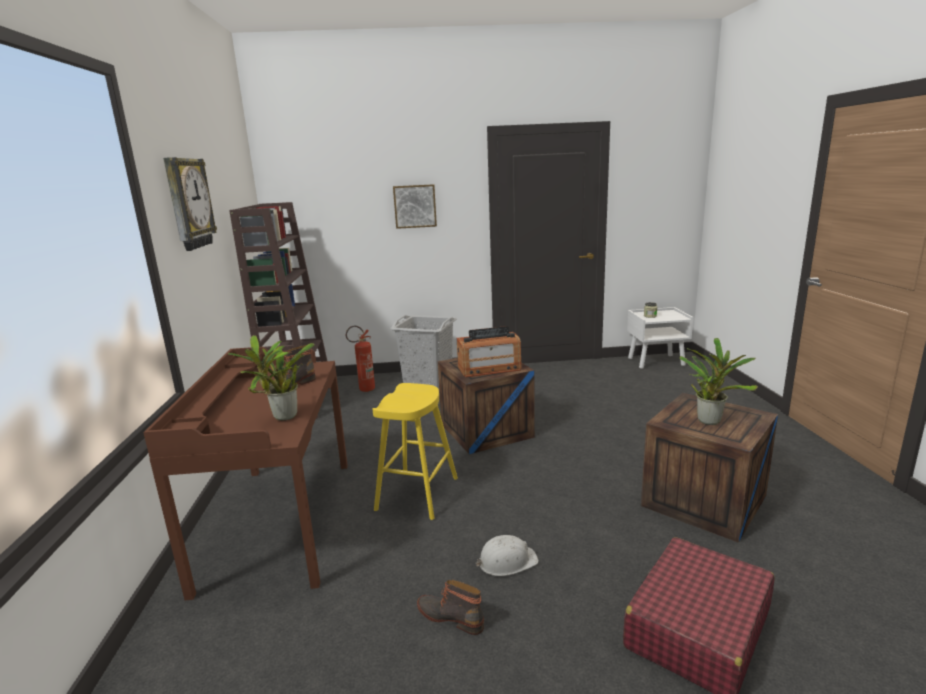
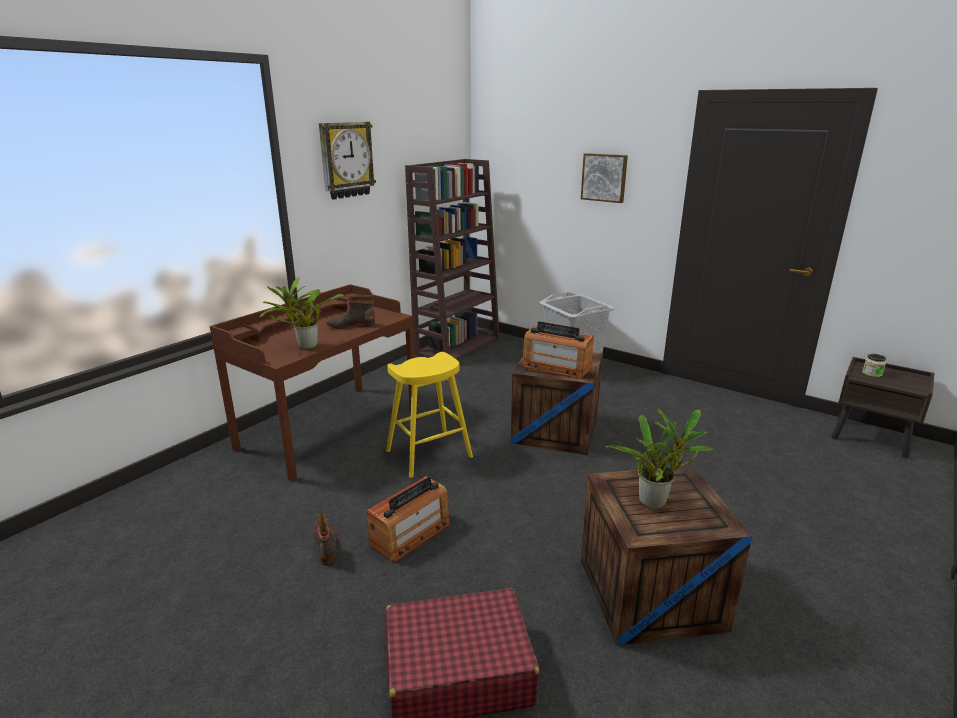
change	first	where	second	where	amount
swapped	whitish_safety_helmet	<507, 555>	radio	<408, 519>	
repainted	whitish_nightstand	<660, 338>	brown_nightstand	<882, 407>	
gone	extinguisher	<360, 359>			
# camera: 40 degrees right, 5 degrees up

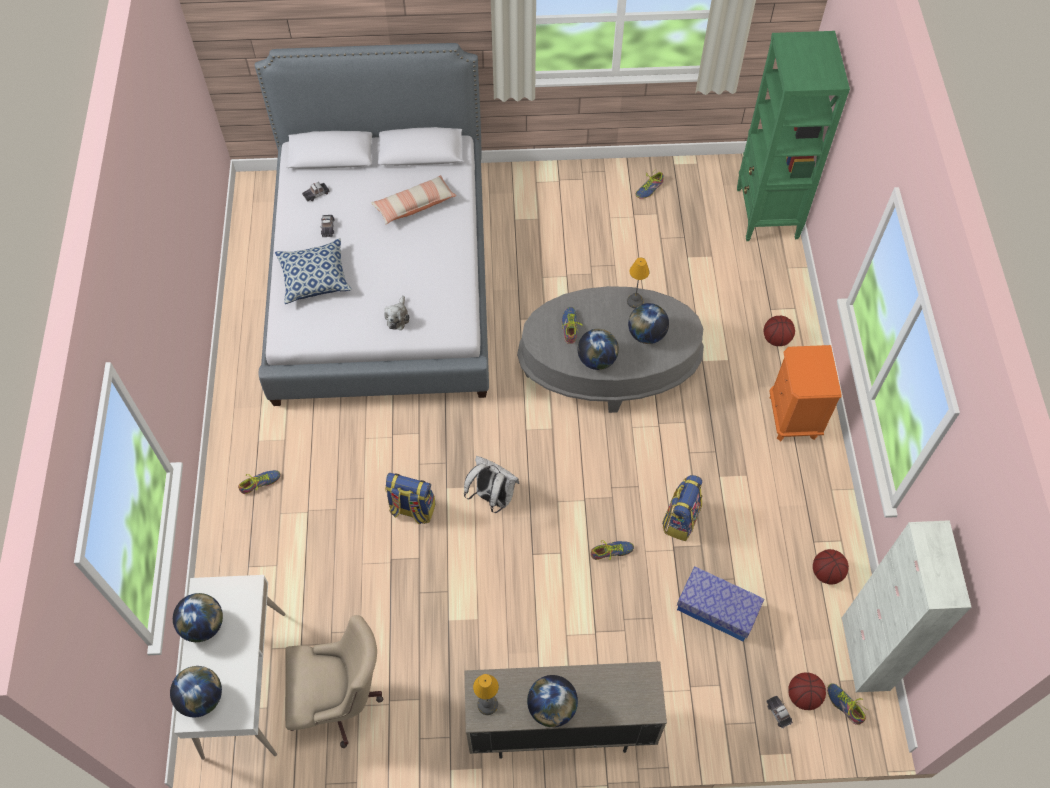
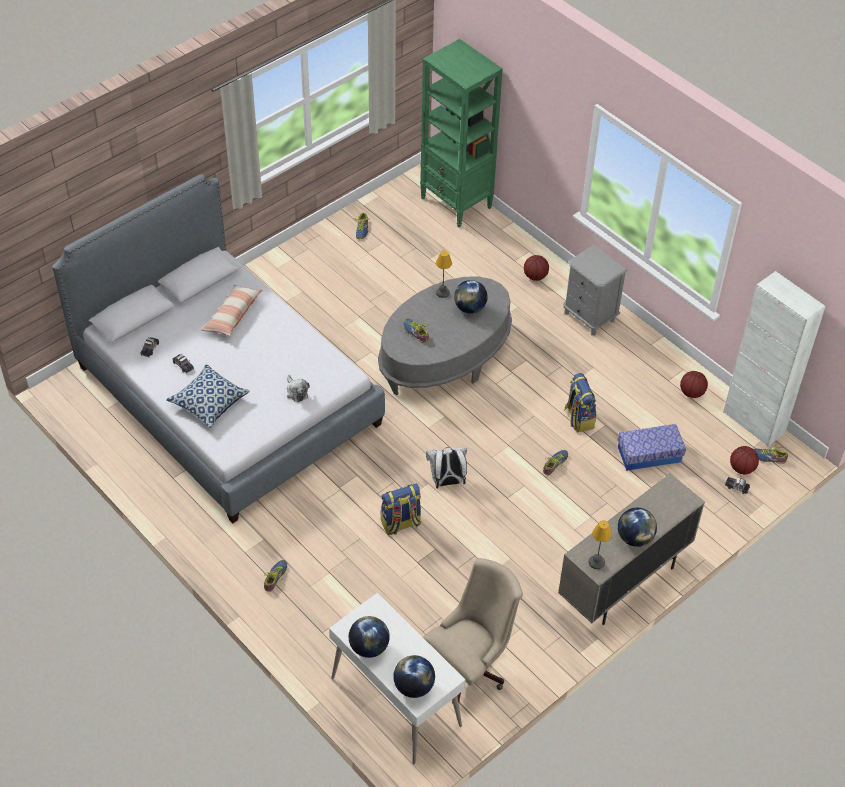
change	first	where	second	where	amount
repainted	orange_nightstand	<806, 393>	greyish_nightstand	<595, 290>	
gone	desk_globe	<598, 349>			
# camera: 40 degrees left, 10 degrees down

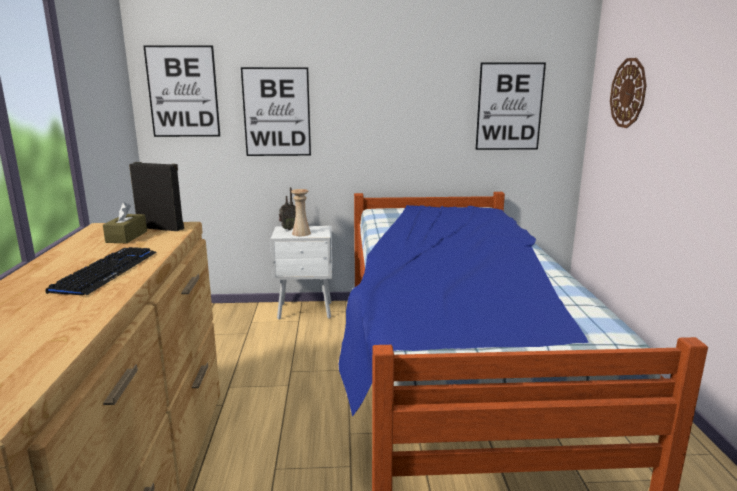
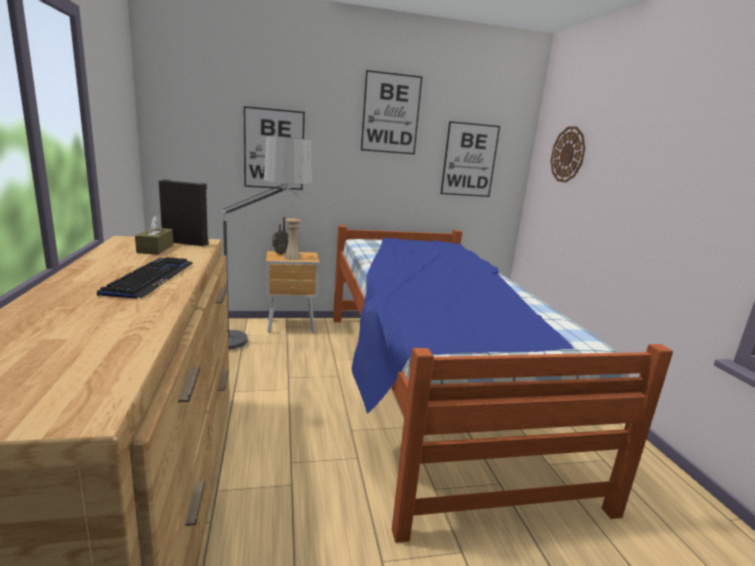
change	first	where	second	where	amount
new			floor_lamp	<266, 243>	
repainted	whitish_nightstand	<301, 273>	brown_nightstand	<293, 292>	
shifted	wall_picture	<181, 91>		<391, 112>	
# camera: 10 degrees left, 0 degrees up

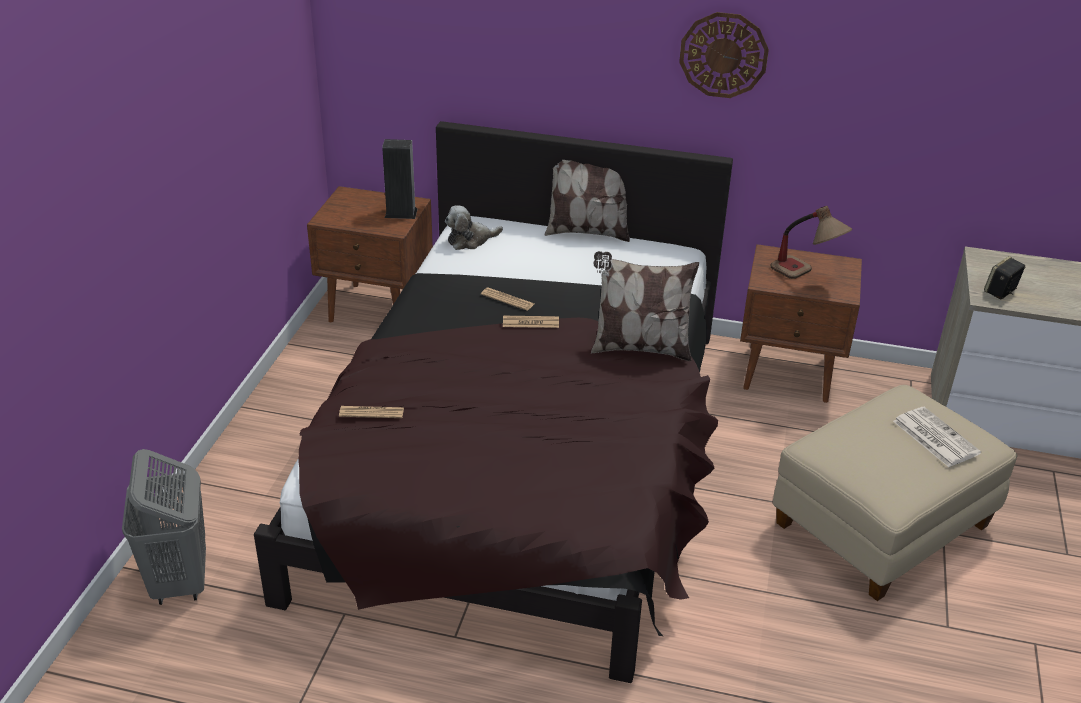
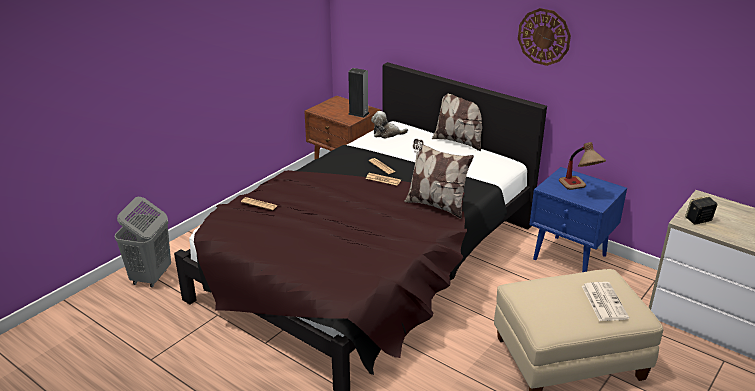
change	first	where	second	where	amount
repainted	brown_nightstand	<801, 323>	blue_nightstand	<578, 219>	
# camera: 25 degrees right, 5 degrees down

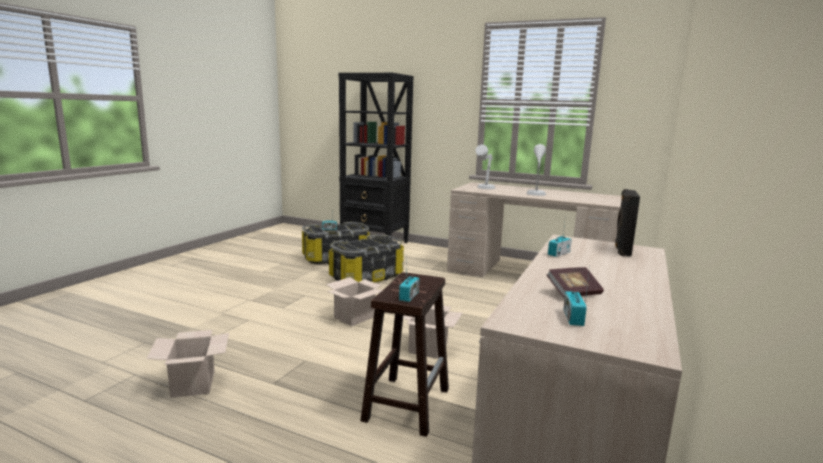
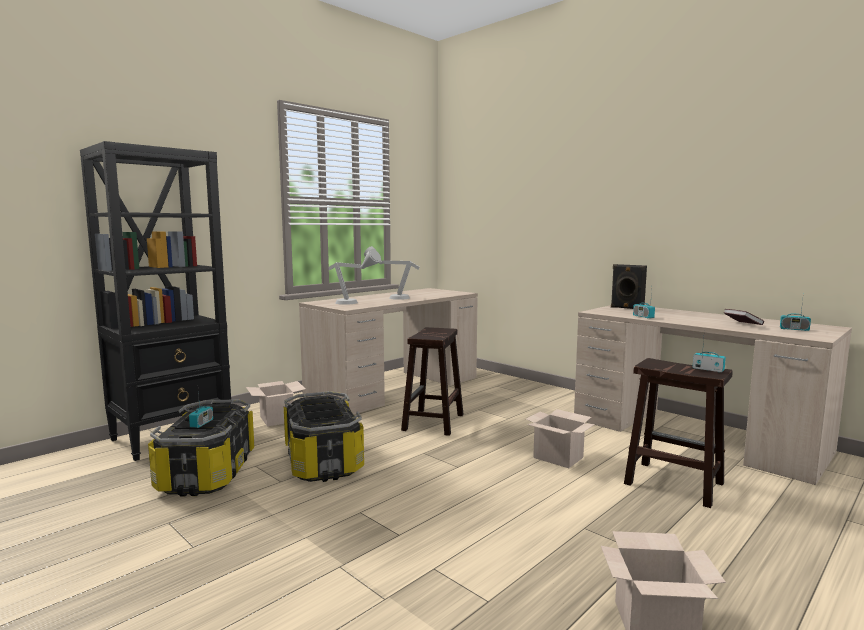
change	first	where	second	where	amount
shifted	packing_box	<354, 301>		<276, 403>	
new			brown_sitting_stool	<432, 381>	
# camera: 70 degrees left, 5 degrees down

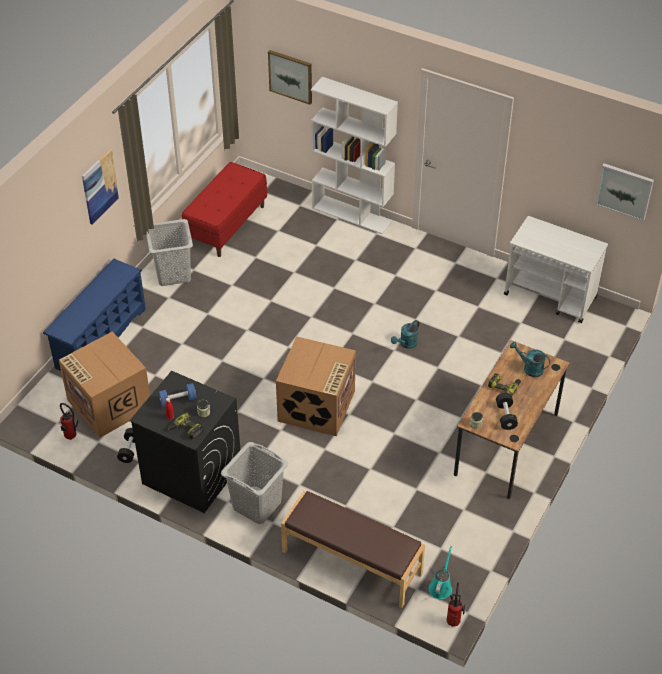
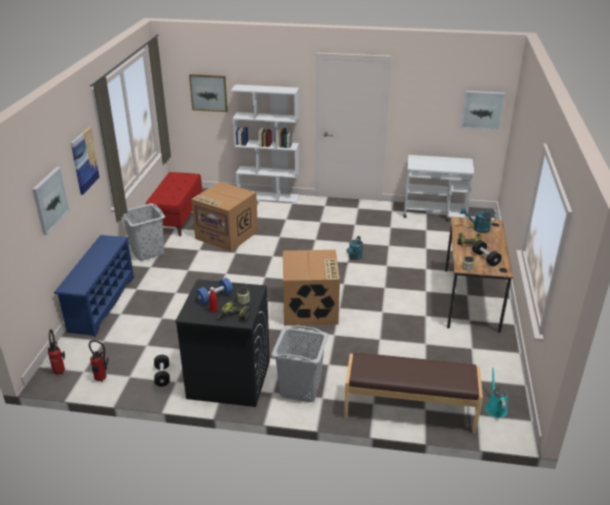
change	first	where	second	where	amount
new			wall_picture	<51, 201>	
shifted	extinguisher	<456, 605>		<56, 352>	
shifted	packing_box	<104, 385>		<224, 216>	
# camera: 20 degrees left, 15 degrees down

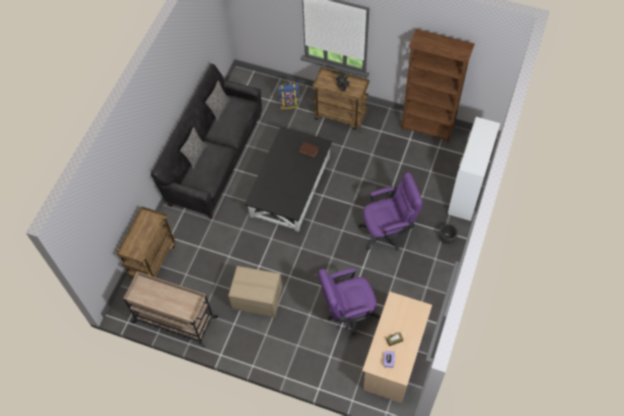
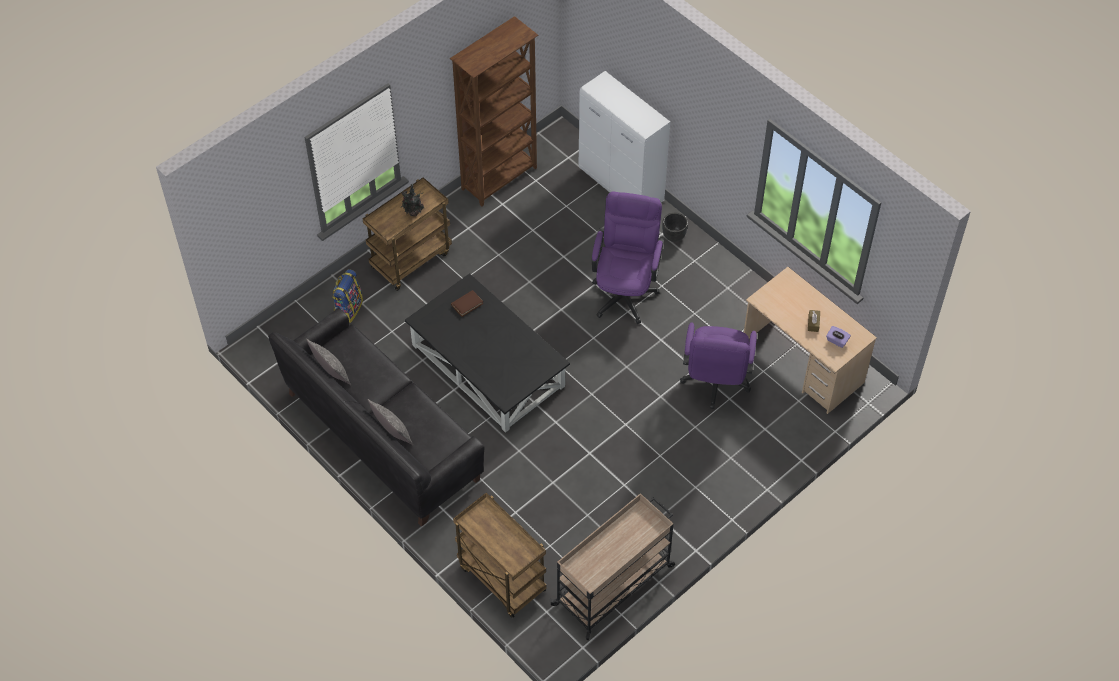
change	first	where	second	where	amount
gone	packing_box	<255, 291>			
# camera: 65 degrees left, 5 degrees down

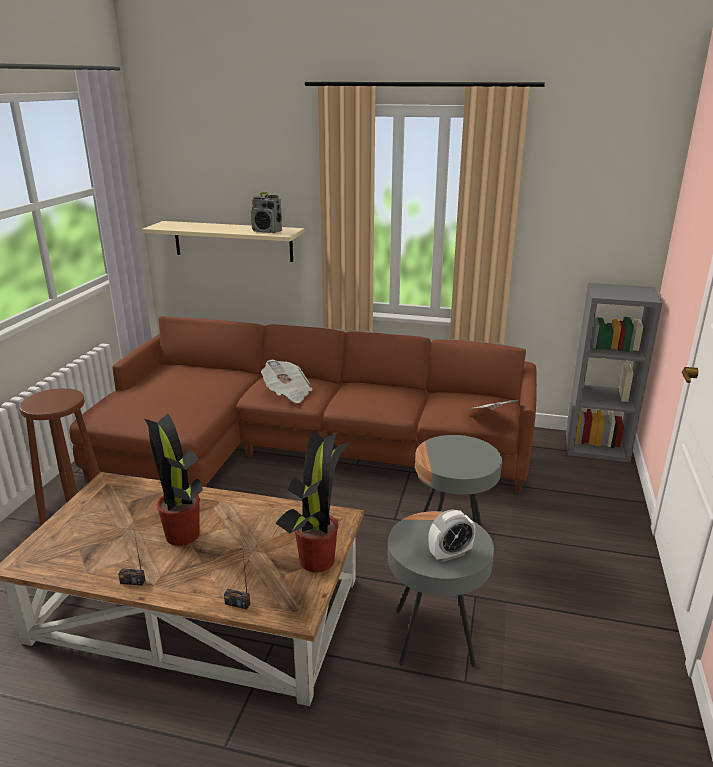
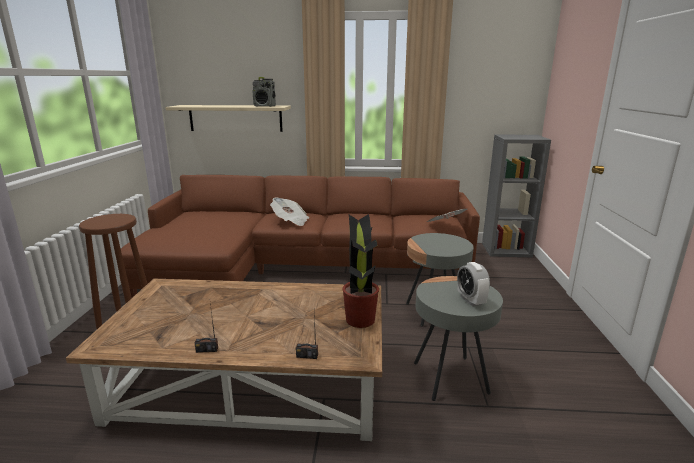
change	first	where	second	where	amount
rotated	bedside_clock	<452, 536>		<473, 284>	105 degrees clockwise
gone	plant_in_a_pot	<174, 479>			
# camera: 10 degrees left, 5 degrees down

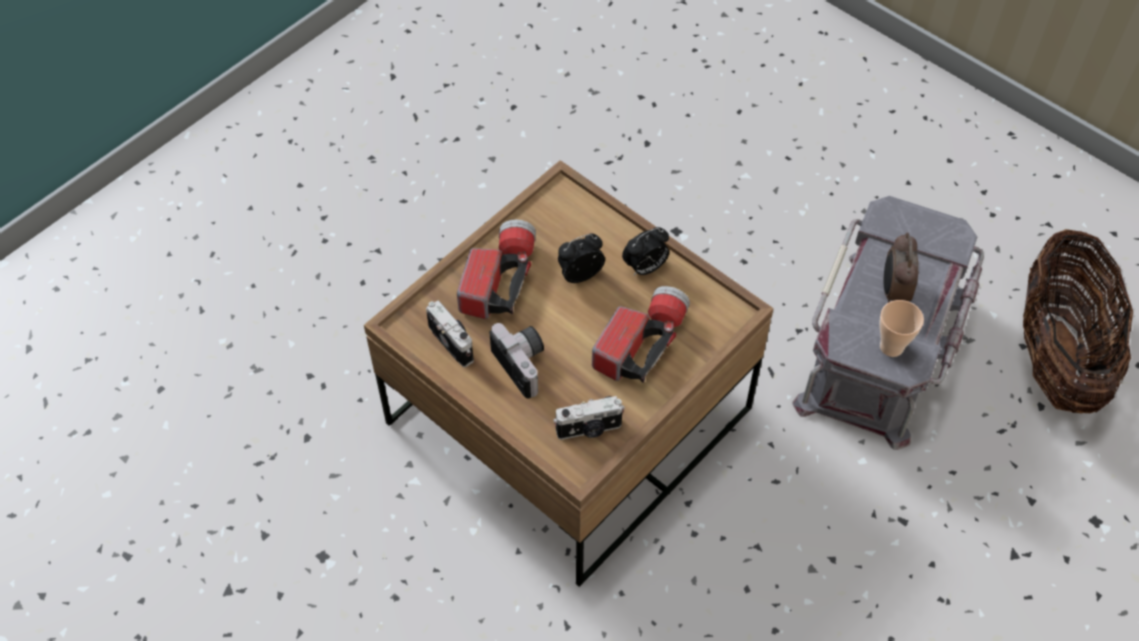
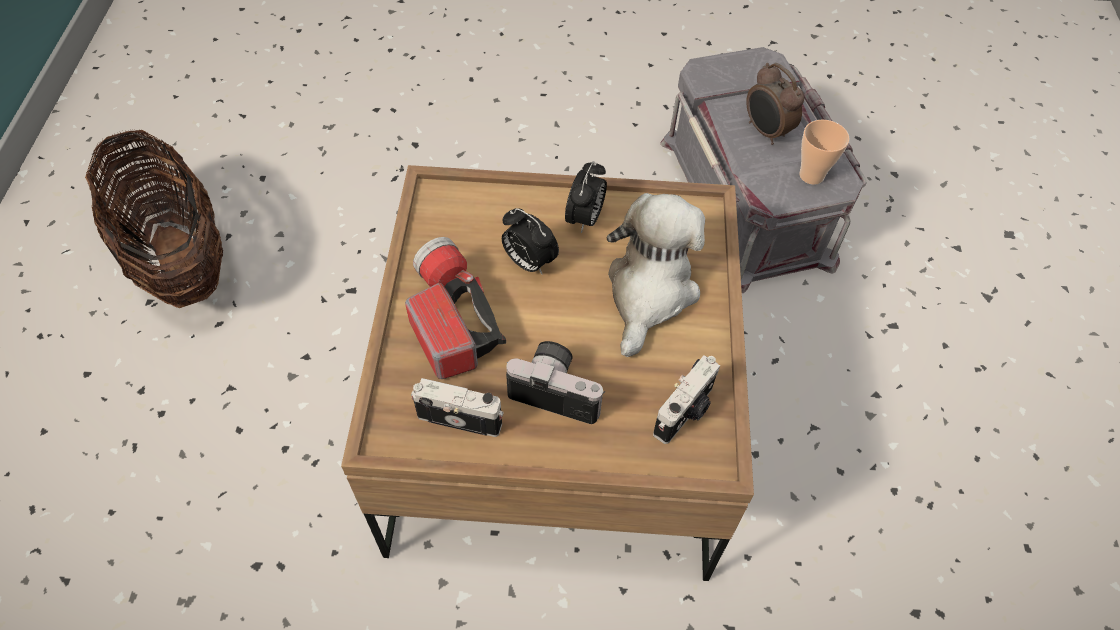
change	first	where	second	where	amount
shifted	storage_basket	<1078, 321>		<154, 218>	
rotated	bedside_clock	<581, 258>		<530, 241>	75 degrees counterclockwise
swapped	torch	<641, 334>	plush_toy	<656, 275>	
# camera: 40 degrees left, 0 degrees up

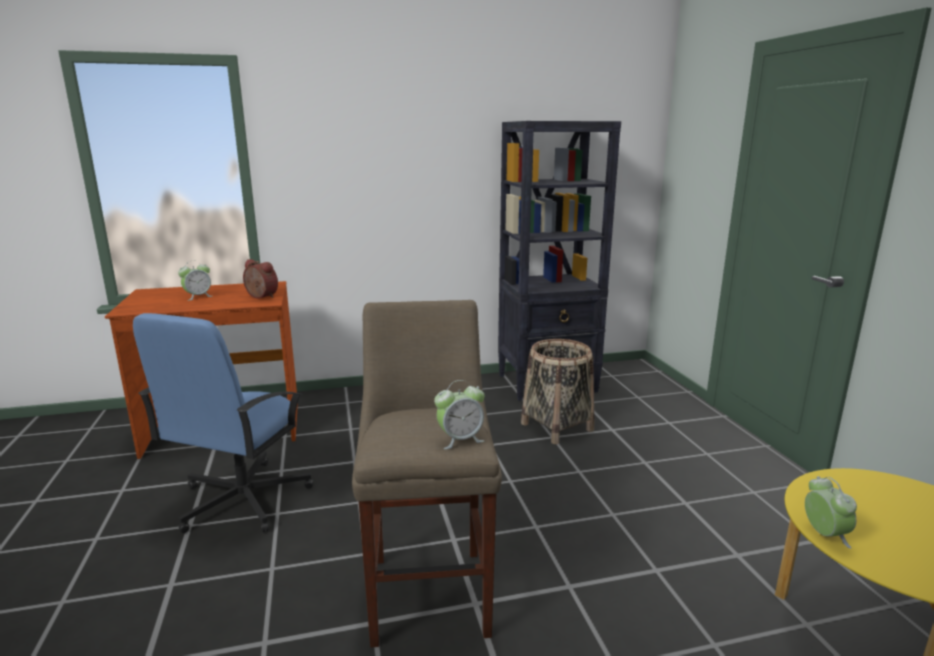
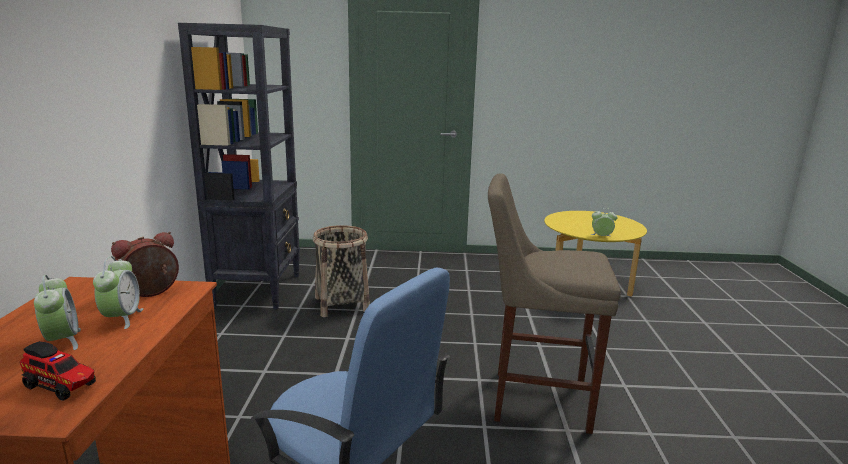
change	first	where	second	where	amount
new			model_truck	<58, 371>	
shifted	bedside_clock	<459, 414>		<118, 292>	
# camera: 75 degrees left, 0 degrees up

